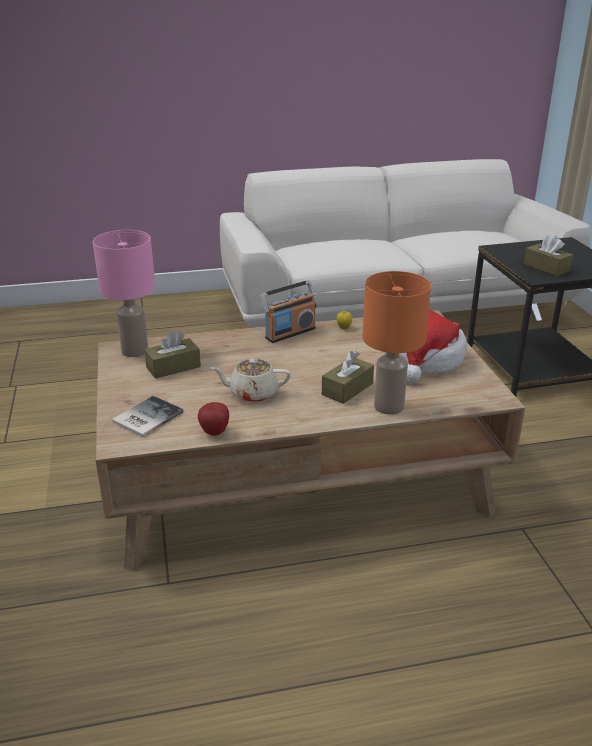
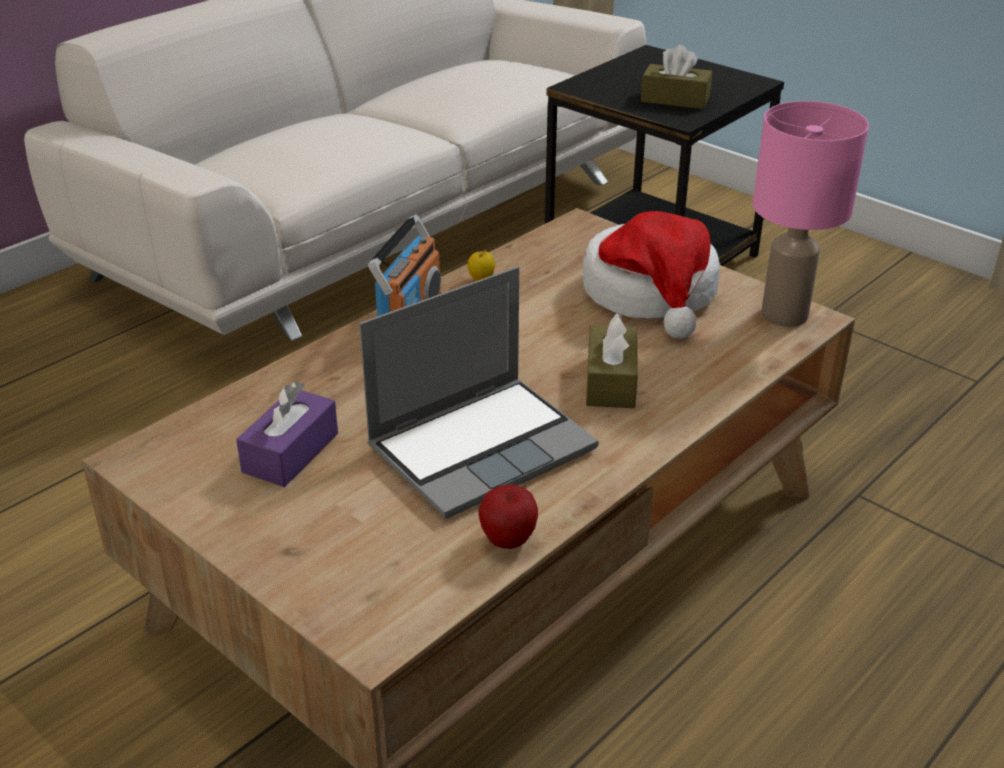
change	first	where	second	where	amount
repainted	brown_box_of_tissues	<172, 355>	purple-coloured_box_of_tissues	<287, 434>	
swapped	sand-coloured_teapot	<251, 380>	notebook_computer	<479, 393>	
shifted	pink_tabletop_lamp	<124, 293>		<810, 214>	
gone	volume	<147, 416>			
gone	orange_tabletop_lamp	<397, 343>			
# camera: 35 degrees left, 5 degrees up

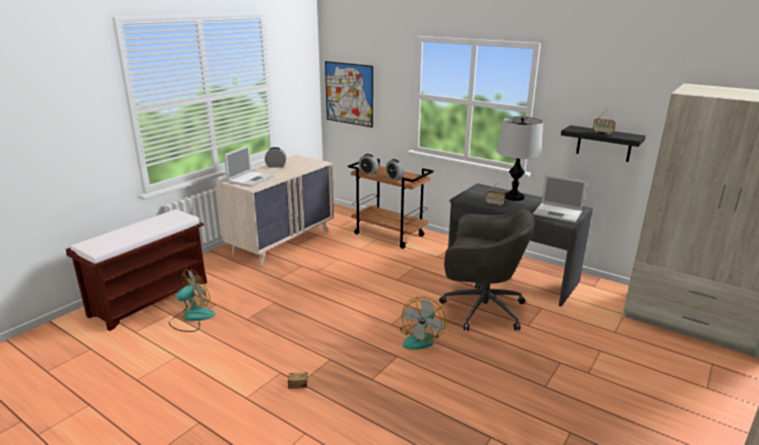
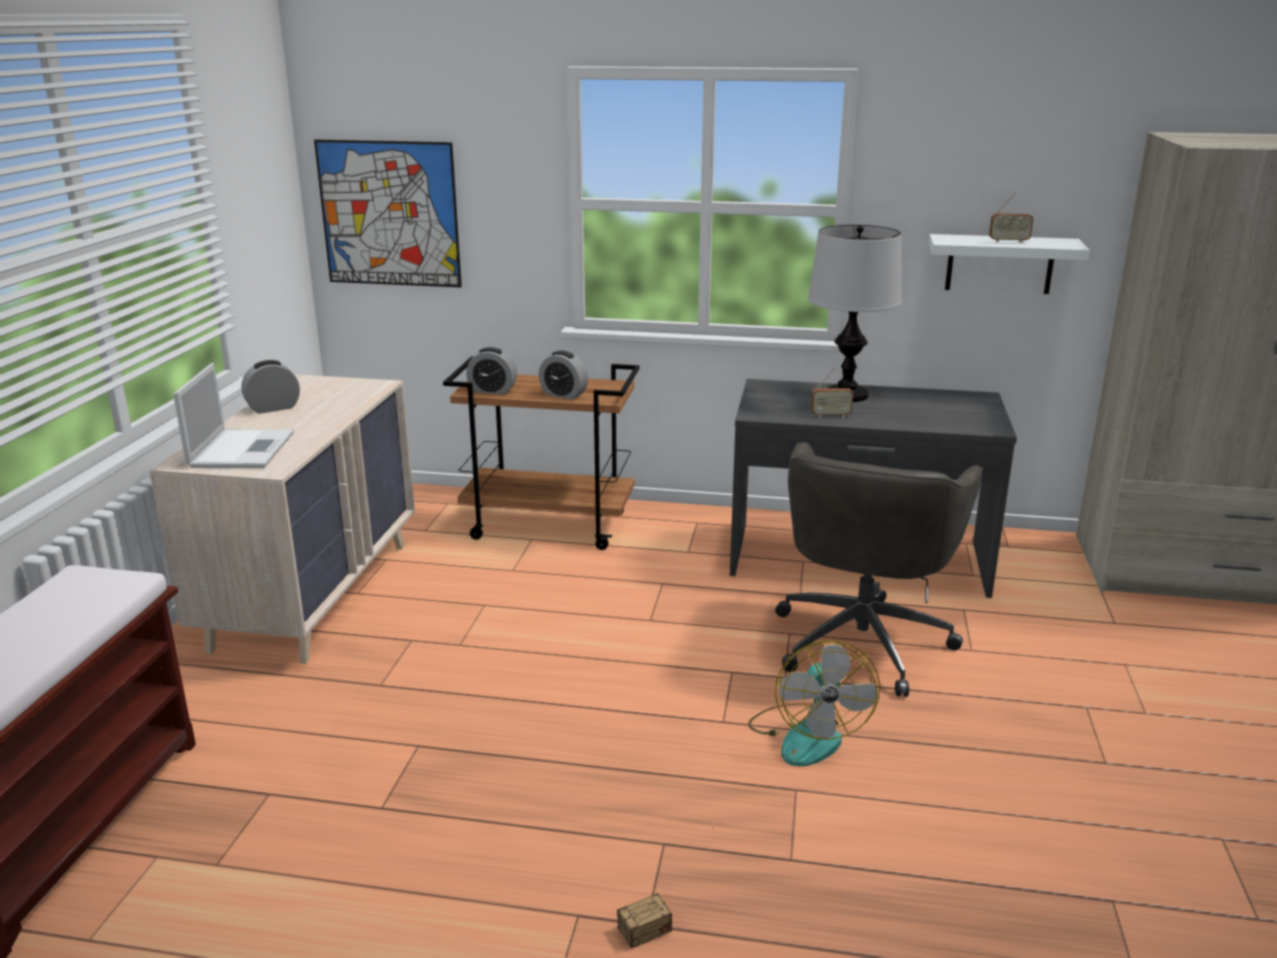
change	first	where	second	where	amount
rotated	greyish_desk_chair	<486, 270>		<879, 569>	120 degrees clockwise
repainted	black-coloured_shelf	<603, 143>	whitish_shelf	<1009, 264>	
gone	cooling_fan	<192, 300>			
gone	notebook_computer	<560, 198>			
# camera: 25 degrees left, 0 degrees up

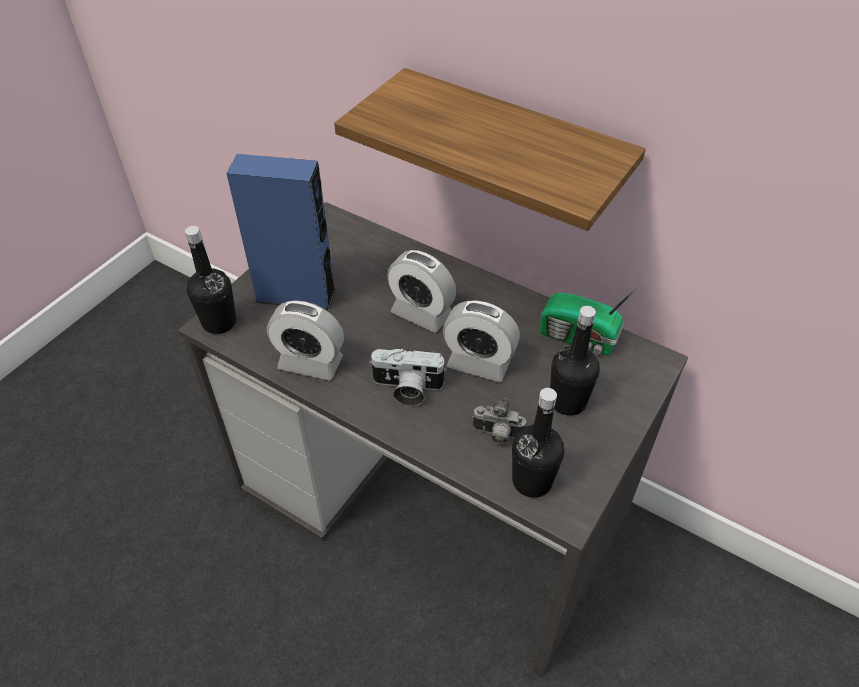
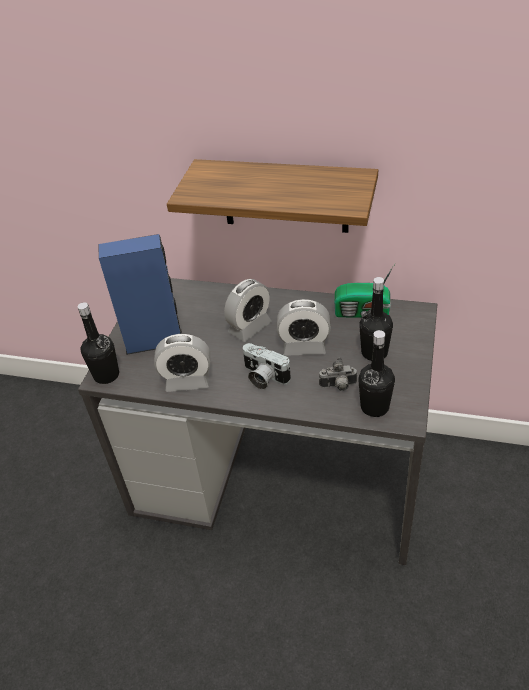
change	first	where	second	where	amount
rotated	bedside_clock	<421, 291>		<248, 310>	60 degrees counterclockwise
rotated	still_camera	<408, 377>		<267, 366>	45 degrees clockwise
# camera: 15 degrees left, 5 degrees down

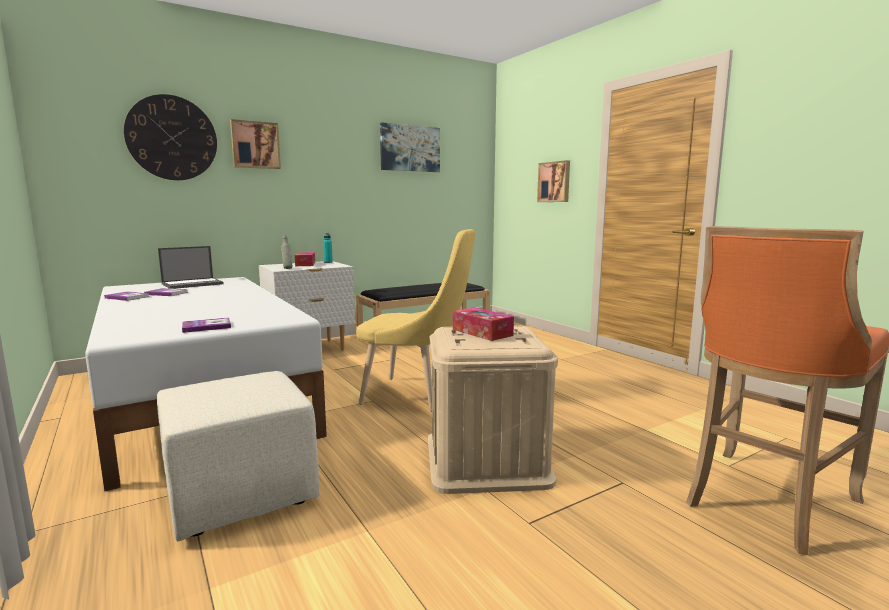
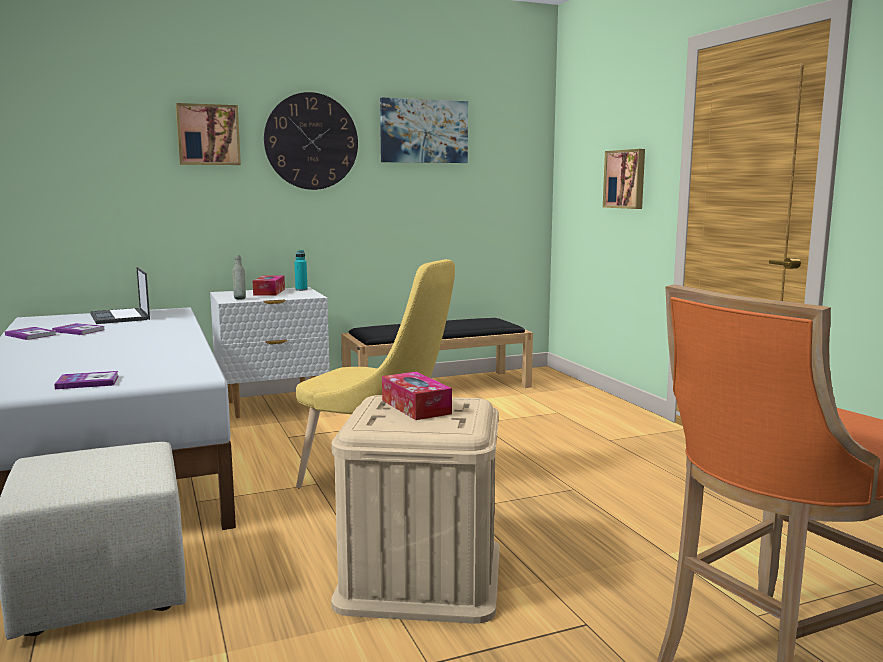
change	first	where	second	where	amount
rotated	notebook_computer	<191, 267>		<120, 295>	90 degrees clockwise
shifted	wall_clock	<170, 137>		<311, 141>	
# camera: 10 degrees right, 0 degrees up

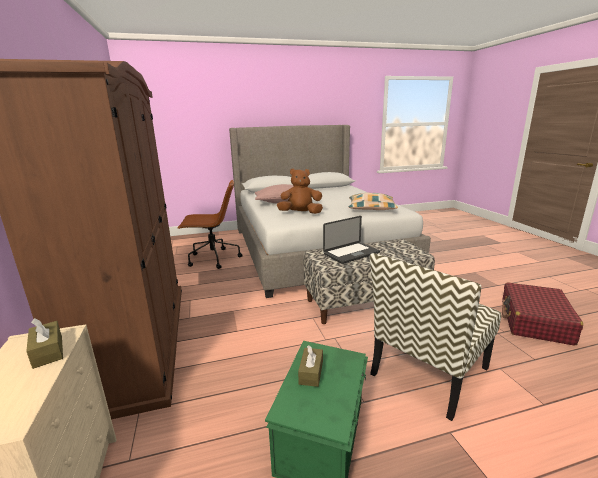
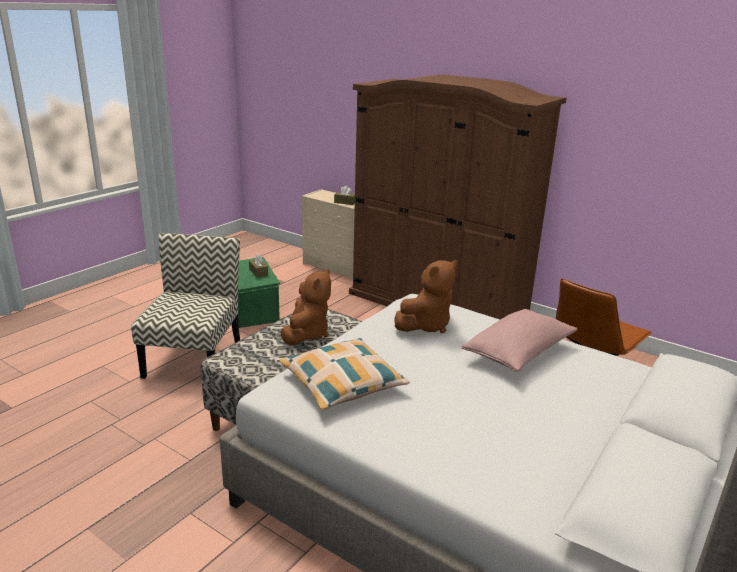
change	first	where	second	where	amount
swapped	notebook_computer	<351, 240>	brown_plush_toy	<306, 307>	
gone	red_piece_of_luggage	<542, 314>			
# camera: 140 degrees right, 5 degrees up

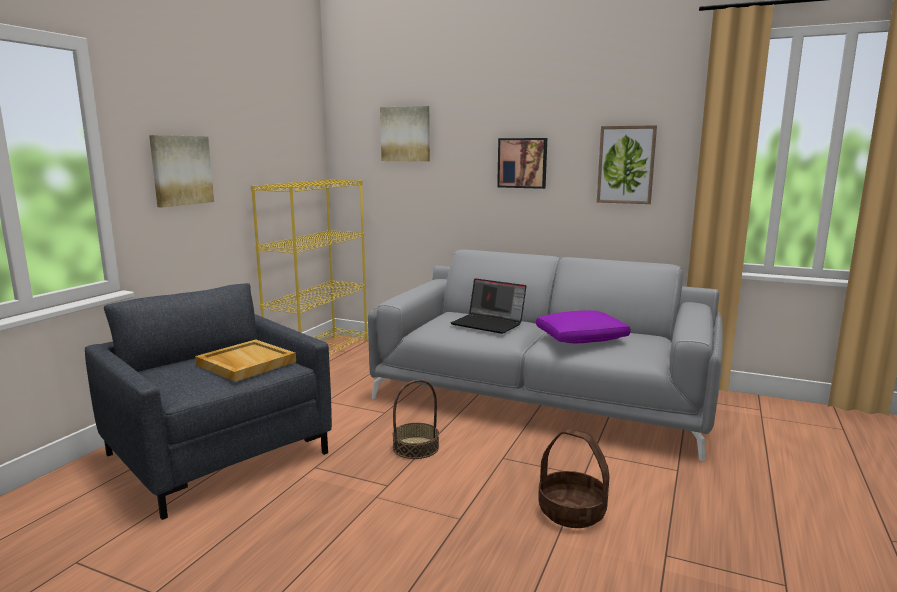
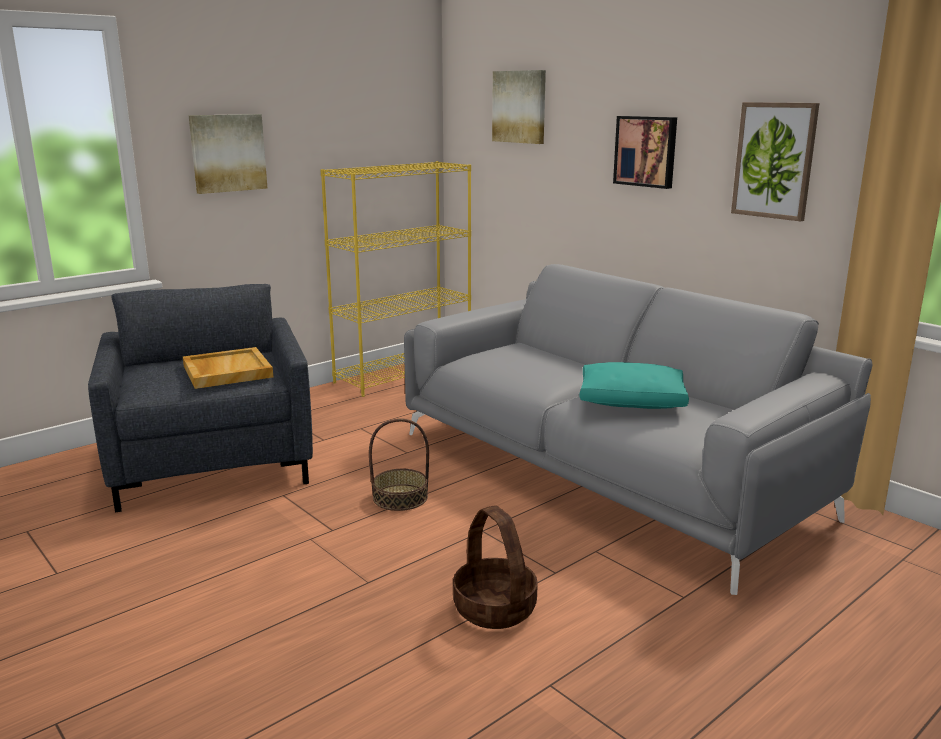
change	first	where	second	where	amount
repainted	purple-coloured_pillow	<583, 326>	turquoise-coloured_pillow	<634, 385>	
gone	notebook_computer	<488, 306>			
# camera: 25 degrees right, 5 degrees up

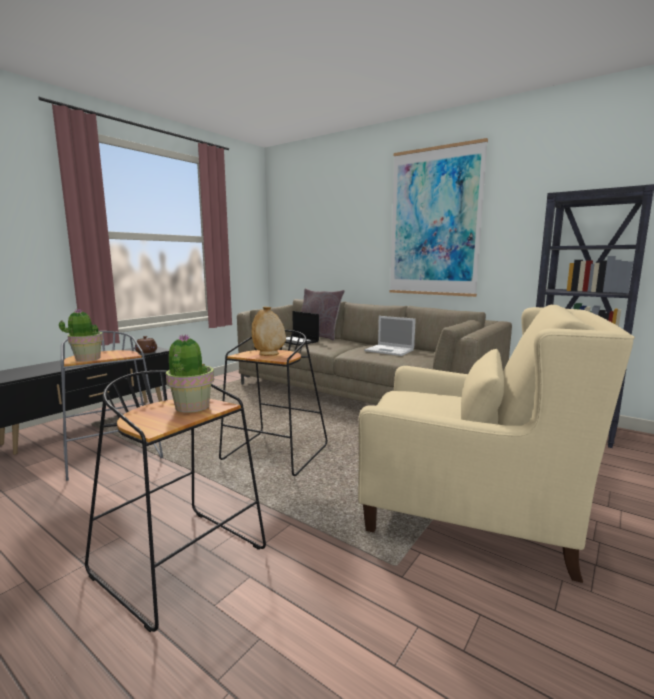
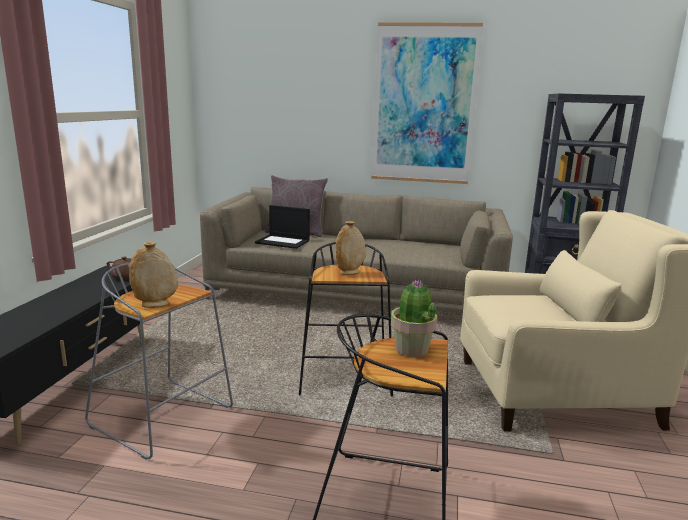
change	first	where	second	where	amount
swapped	plant_in_a_pot	<81, 335>	sand-coloured_vase	<153, 275>	
gone	notebook_computer	<390, 336>			
# camera: 25 degrees left, 5 degrees up

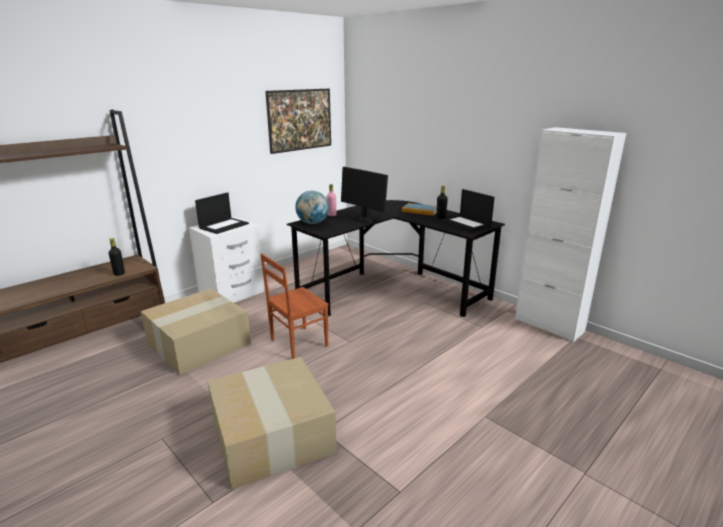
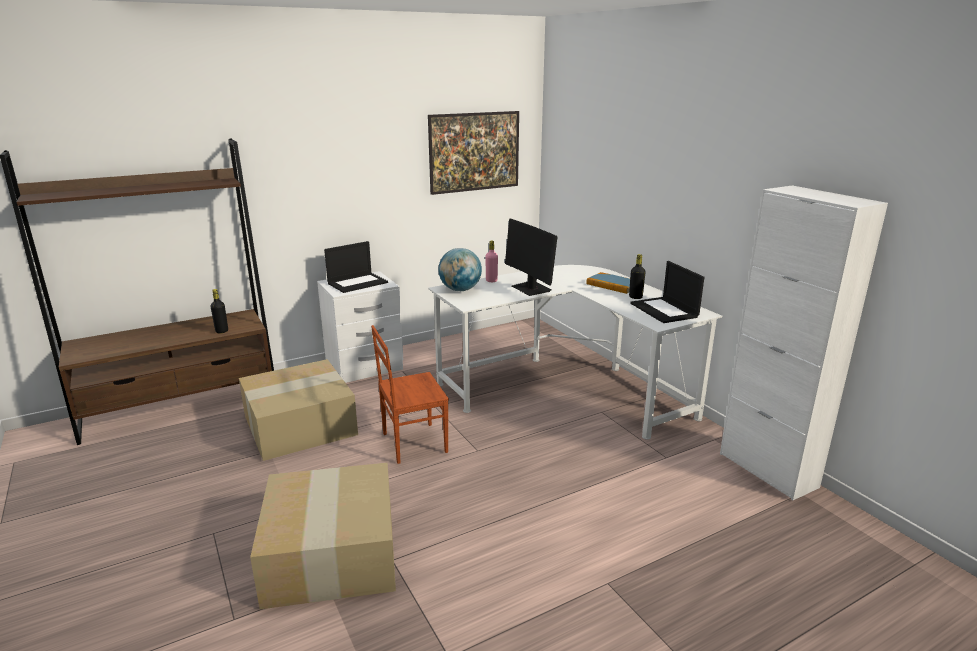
change	first	where	second	where	amount
repainted	black-coloured_desk	<396, 258>	whitish_desk	<575, 352>	
# camera: 15 degrees right, 0 degrees up

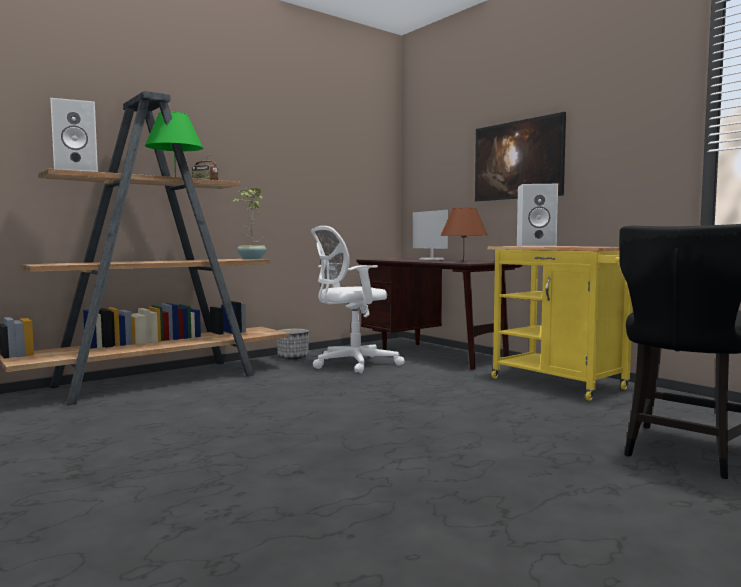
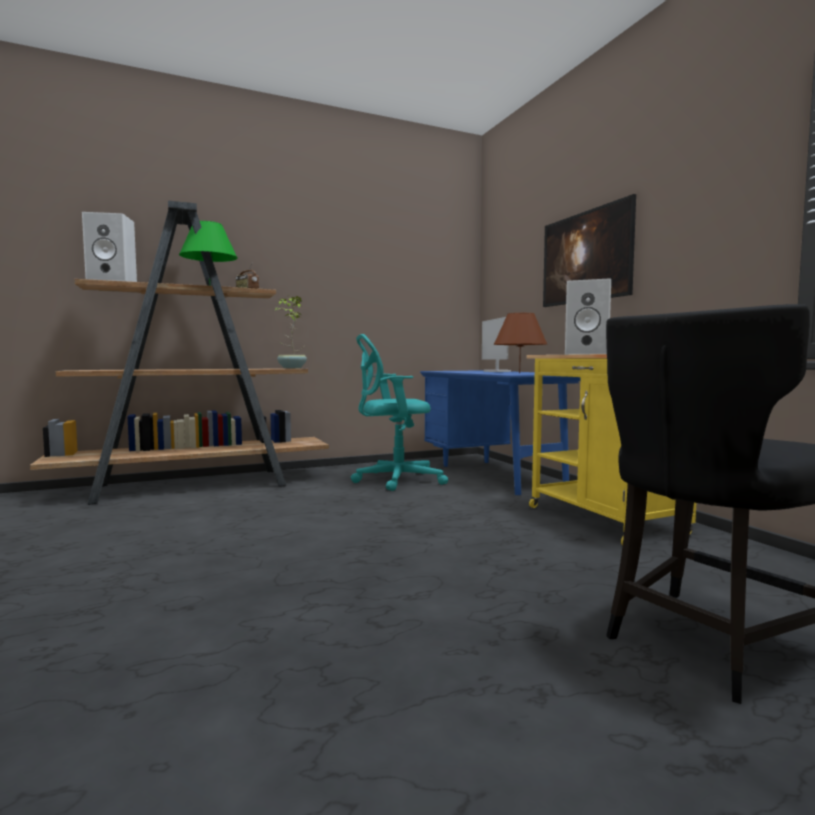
change	first	where	second	where	amount
repainted	whitish_desk_chair	<357, 299>	turquoise-coloured_desk_chair	<399, 412>	
repainted	brown_desk	<439, 314>	blue_desk	<500, 432>	
gone	flower_pot	<293, 344>			
# camera: 15 degrees right, 0 degrees up

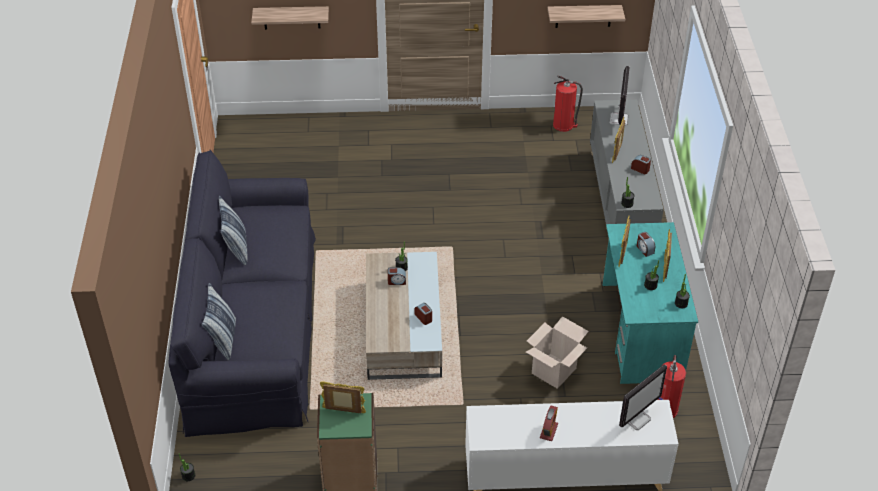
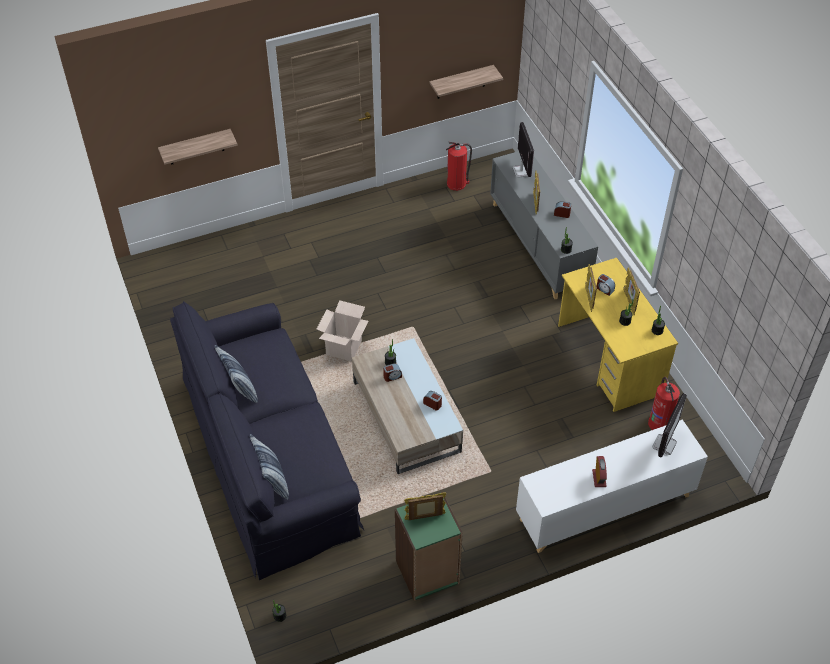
change	first	where	second	where	amount
shifted	packing_box	<557, 352>		<342, 331>	
repainted	turquoise-coloured_desk	<650, 303>	yellowish_desk	<618, 335>	
# camera: 20 degrees left, 5 degrees up

